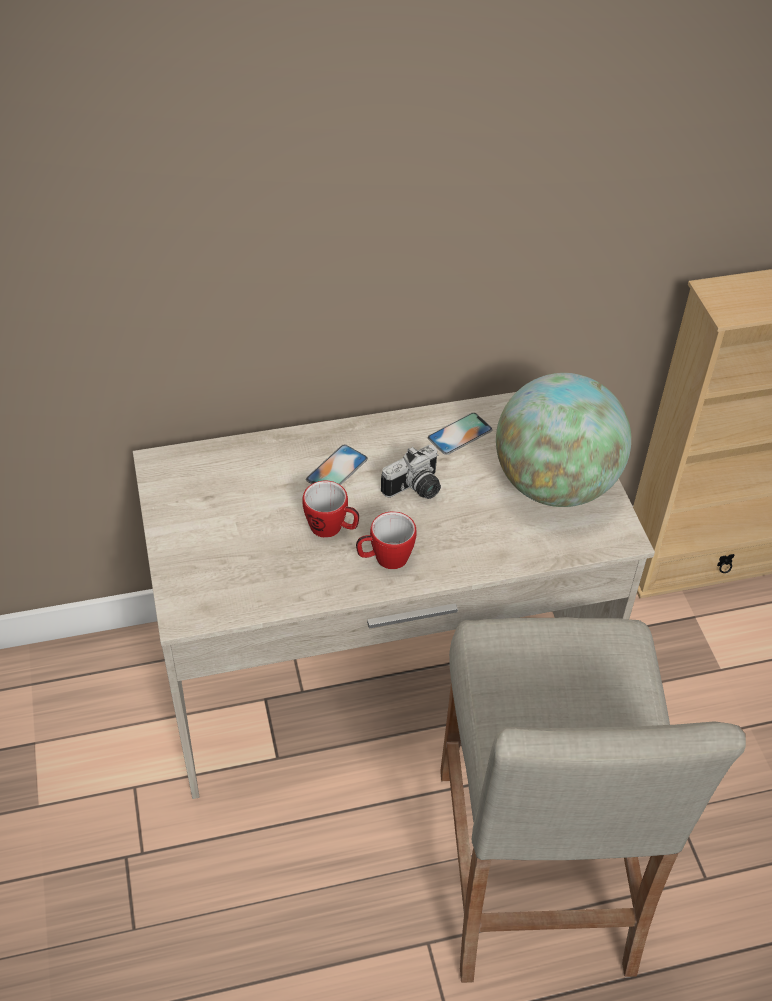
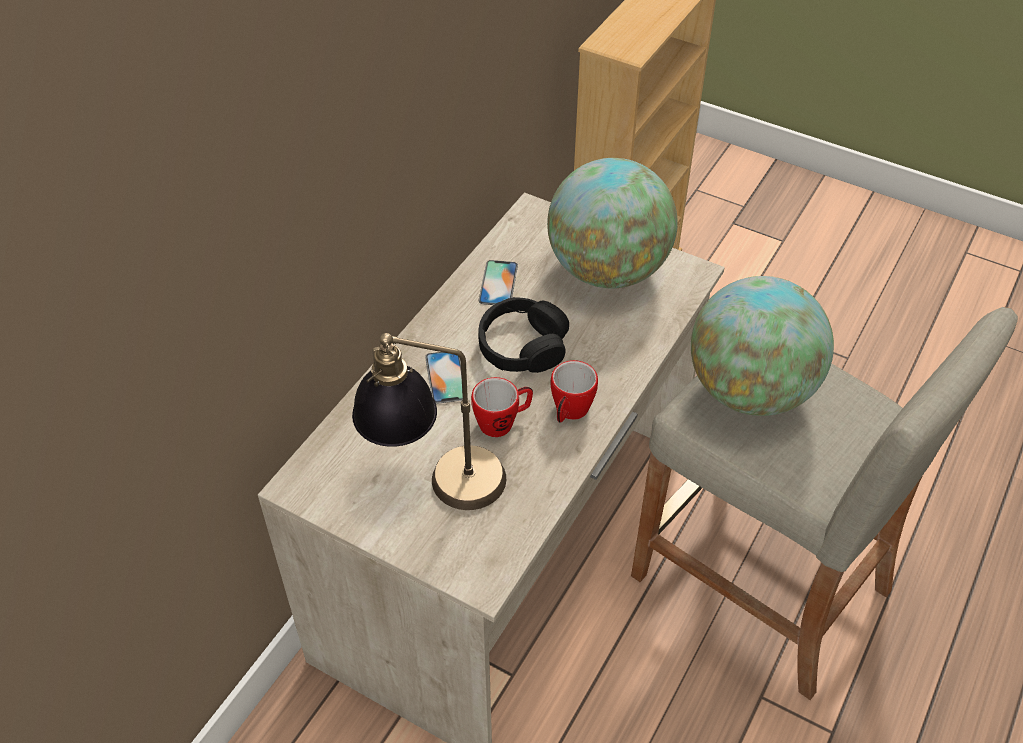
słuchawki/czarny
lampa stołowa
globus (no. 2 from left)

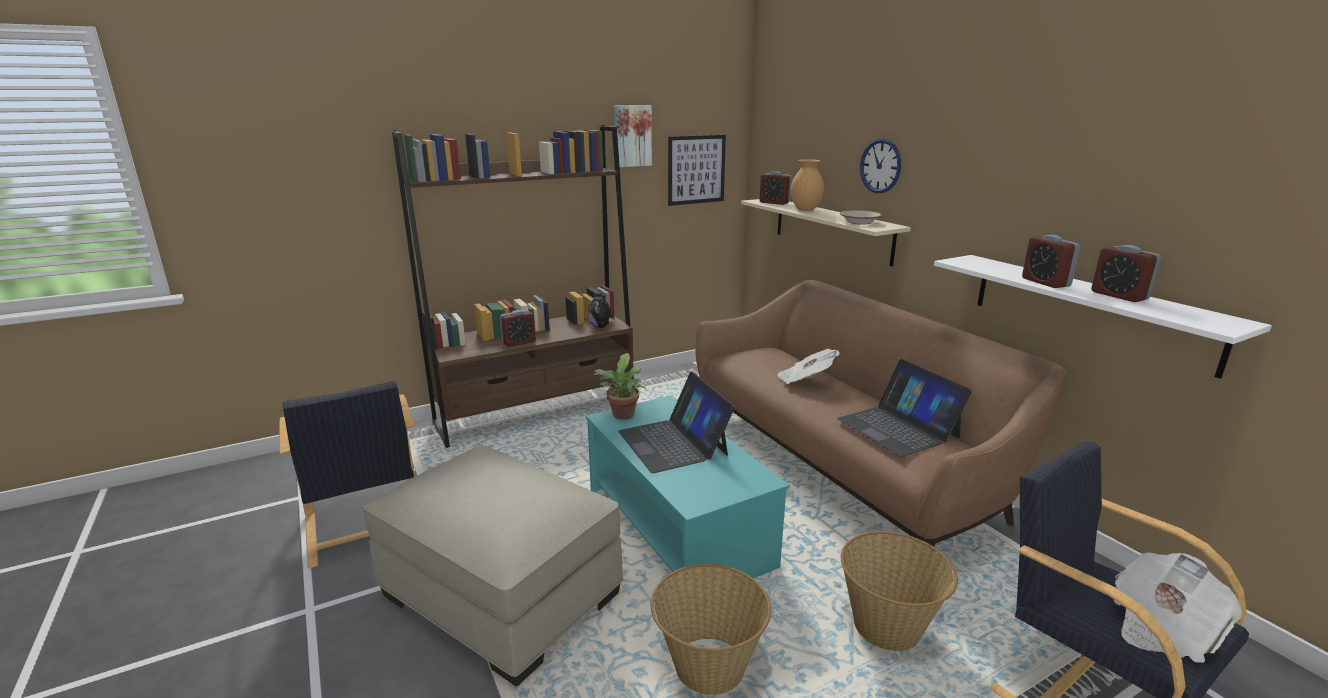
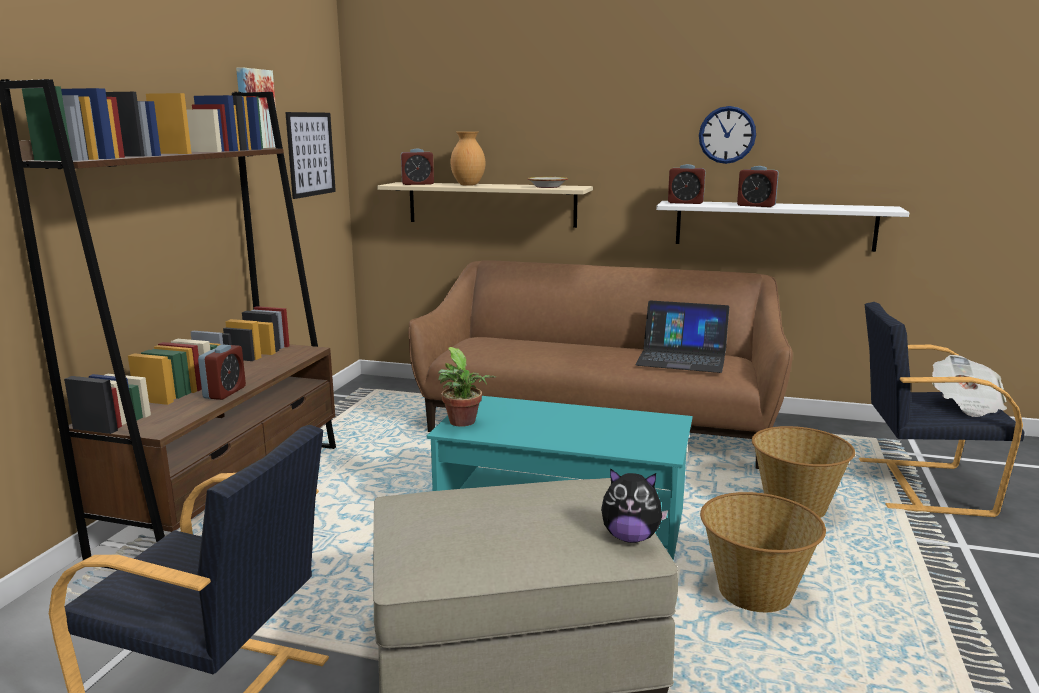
pluszak
laptop (no. 1 from left in the first image)
gazeta (no. 1 from left in the first image)
zegar ścienny
budzik (no. 3 from left)

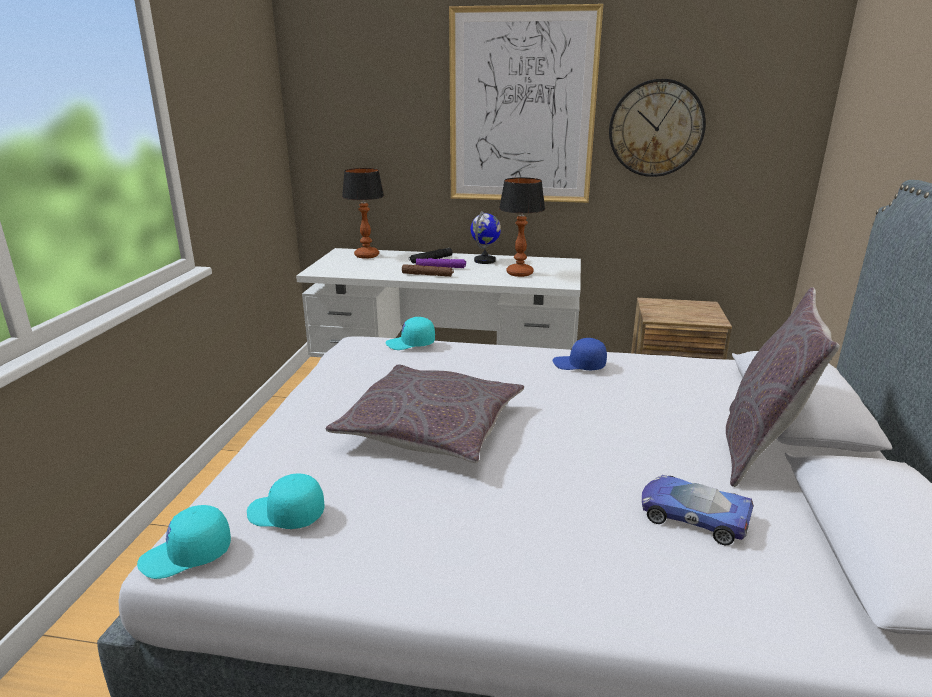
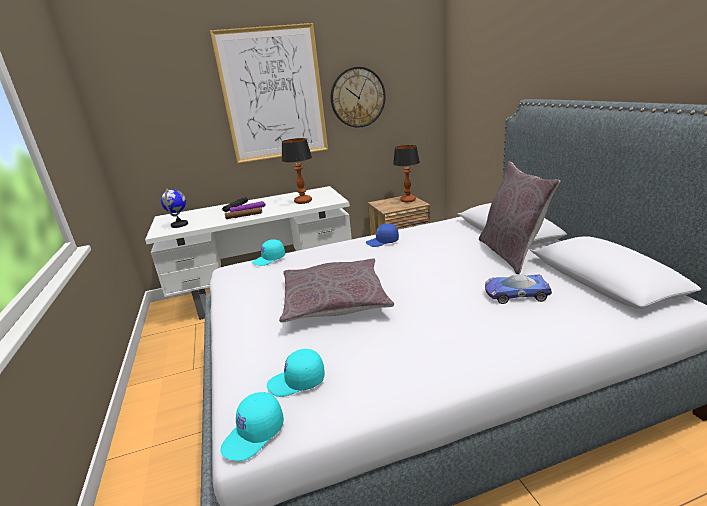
lampa stołowa (no. 2 from left)
globus

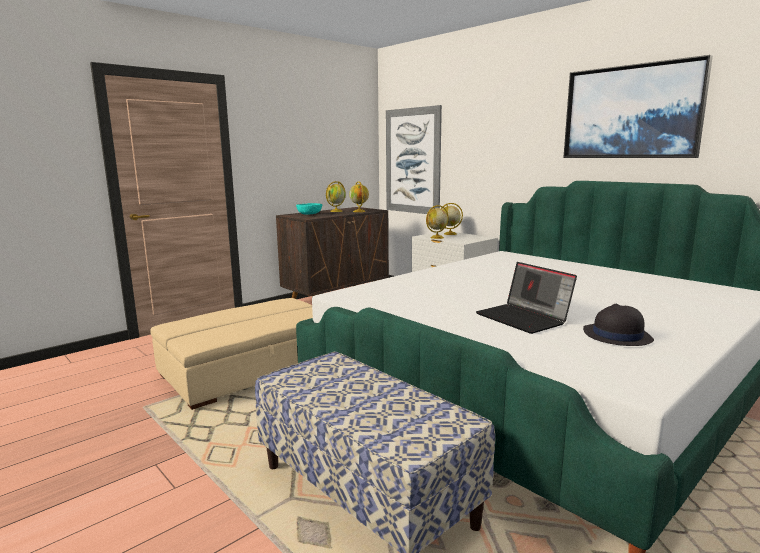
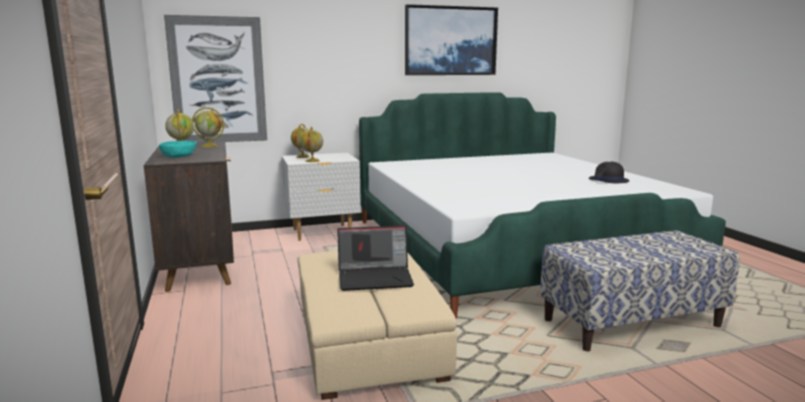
laptop

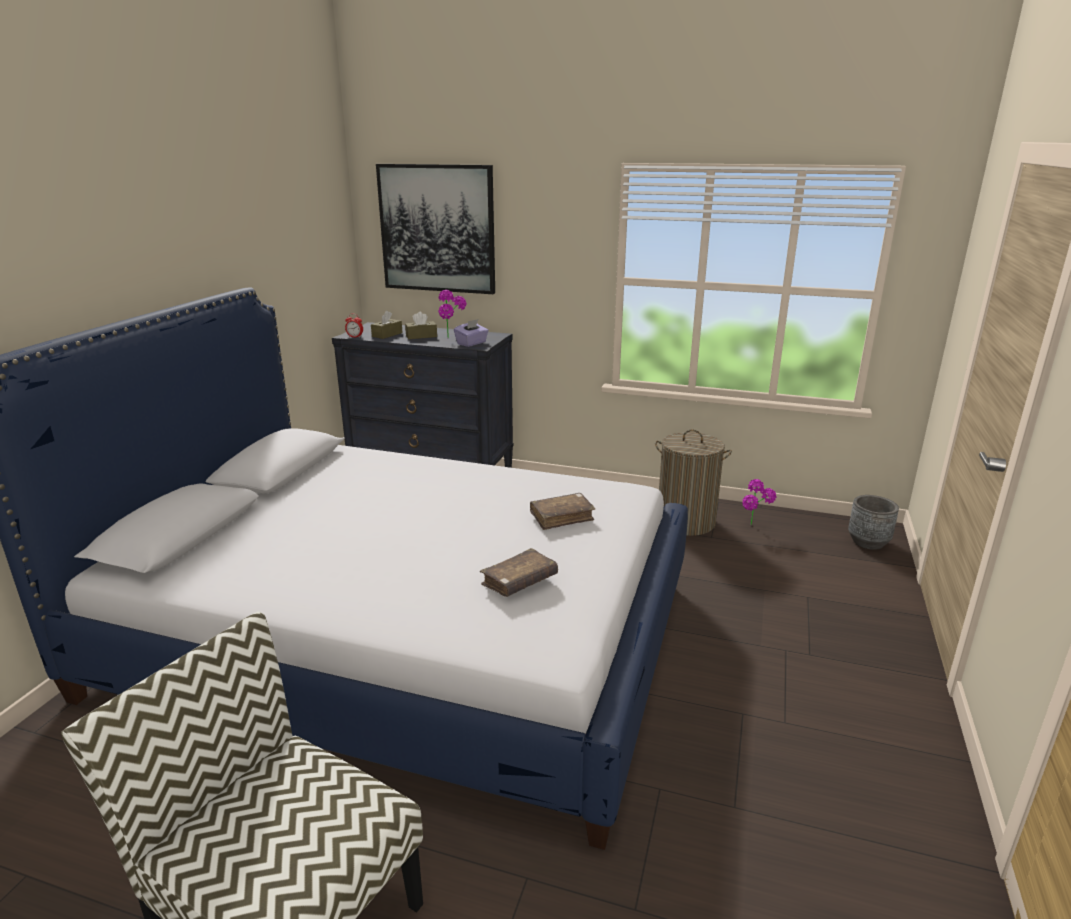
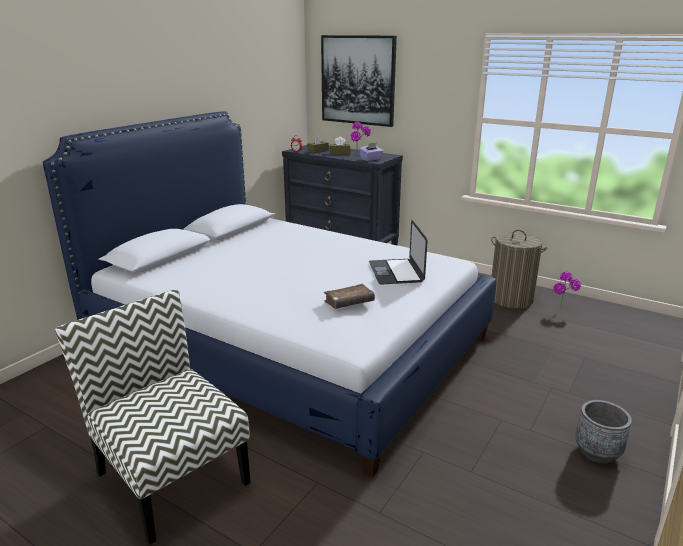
laptop
donica/szary

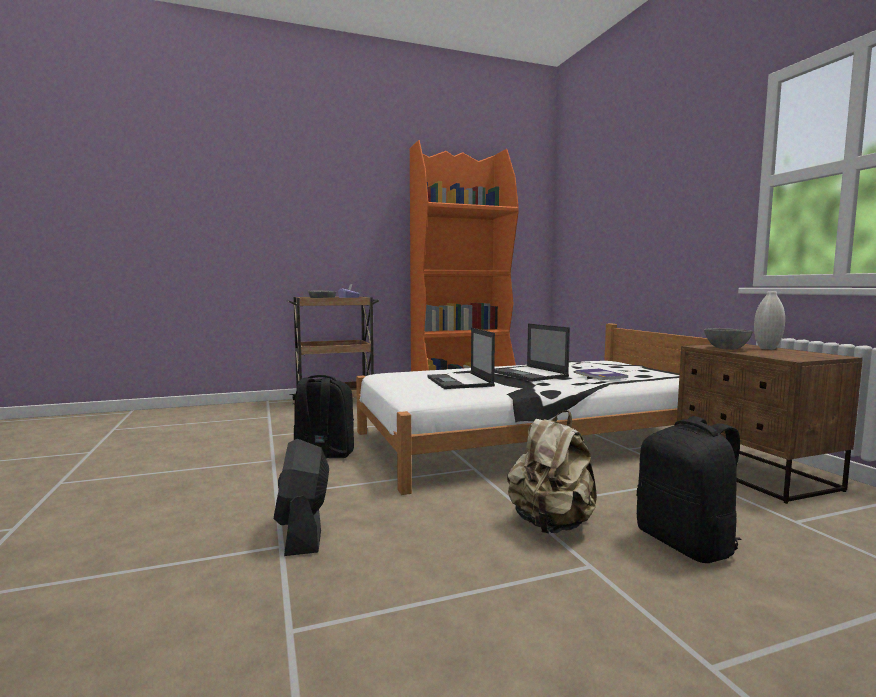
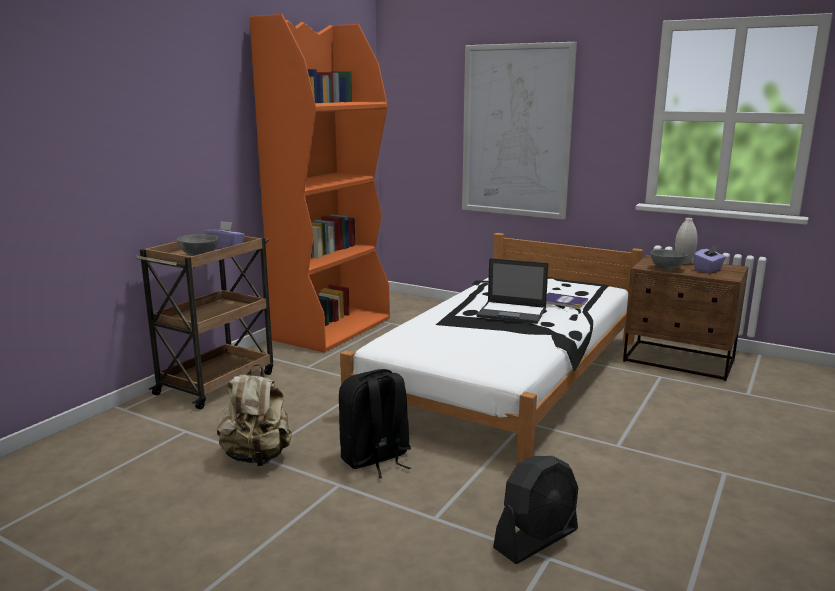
wentylator/czarny
laptop (no. 1 from left in the first image)
plecak/beżowy
plecak/czarny (no. 2 from left in the first image)
obraz
pudełko chusteczek/fioletowy (no. 2 from left)

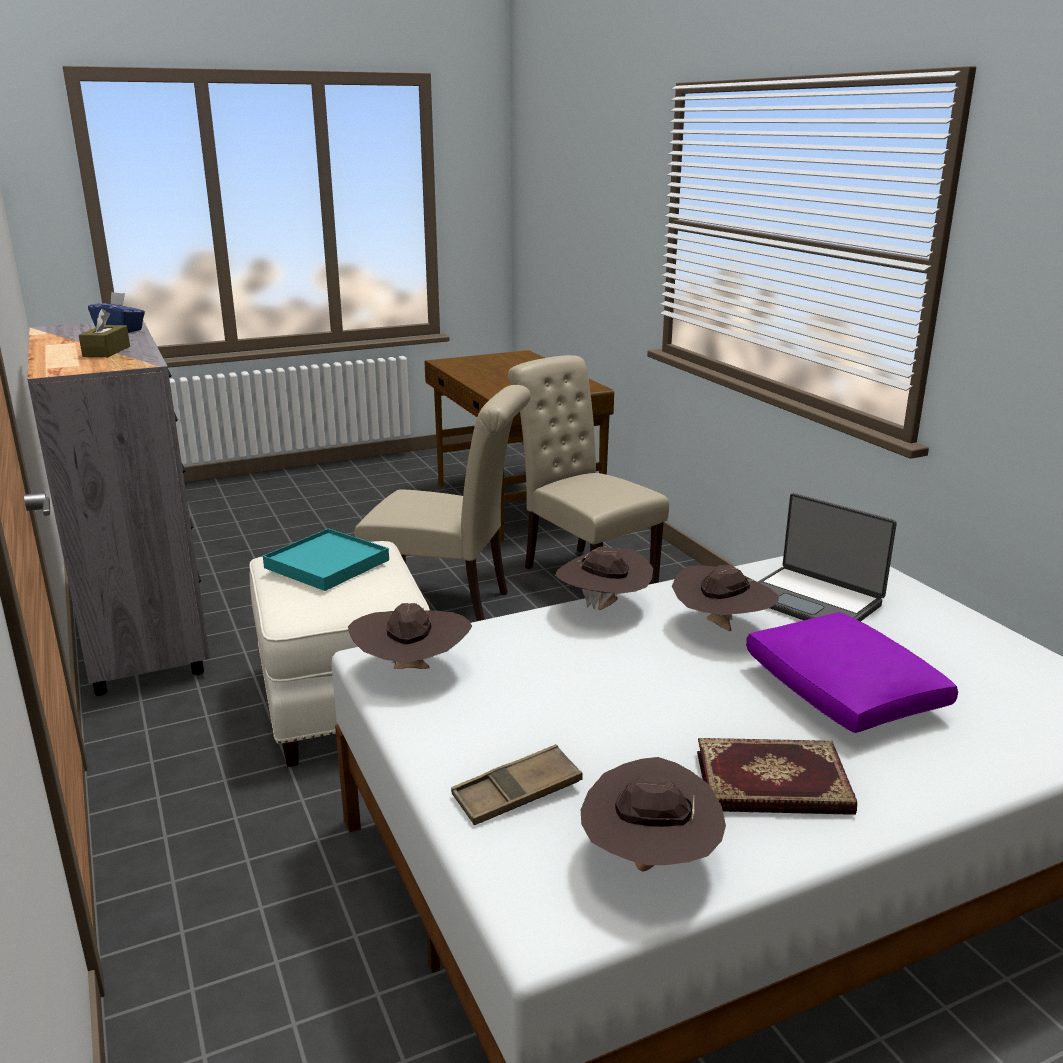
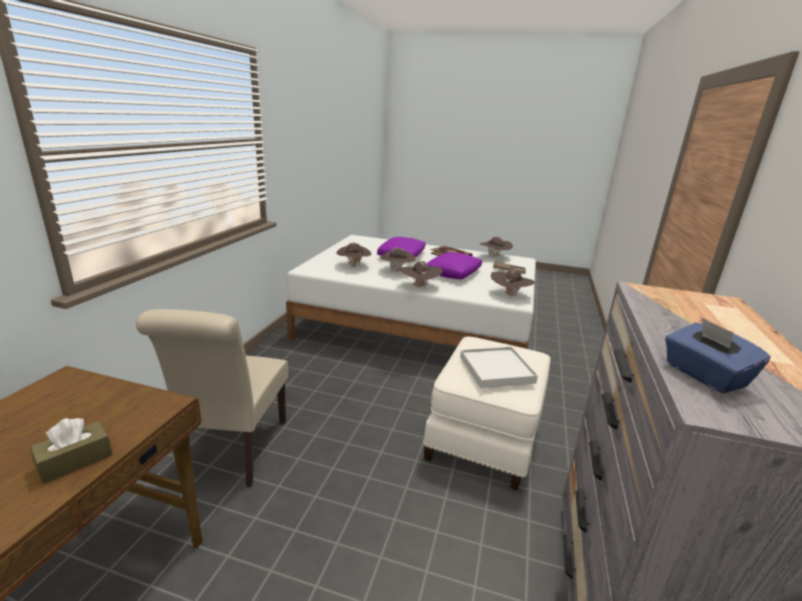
pudełko chusteczek/brązowy
taca/biały
krzesło/beżowy (no. 1 from left in the first image)
kapelusz/brązowy (no. 1 from left)
poduszka/fioletowy (no. 2 from left)

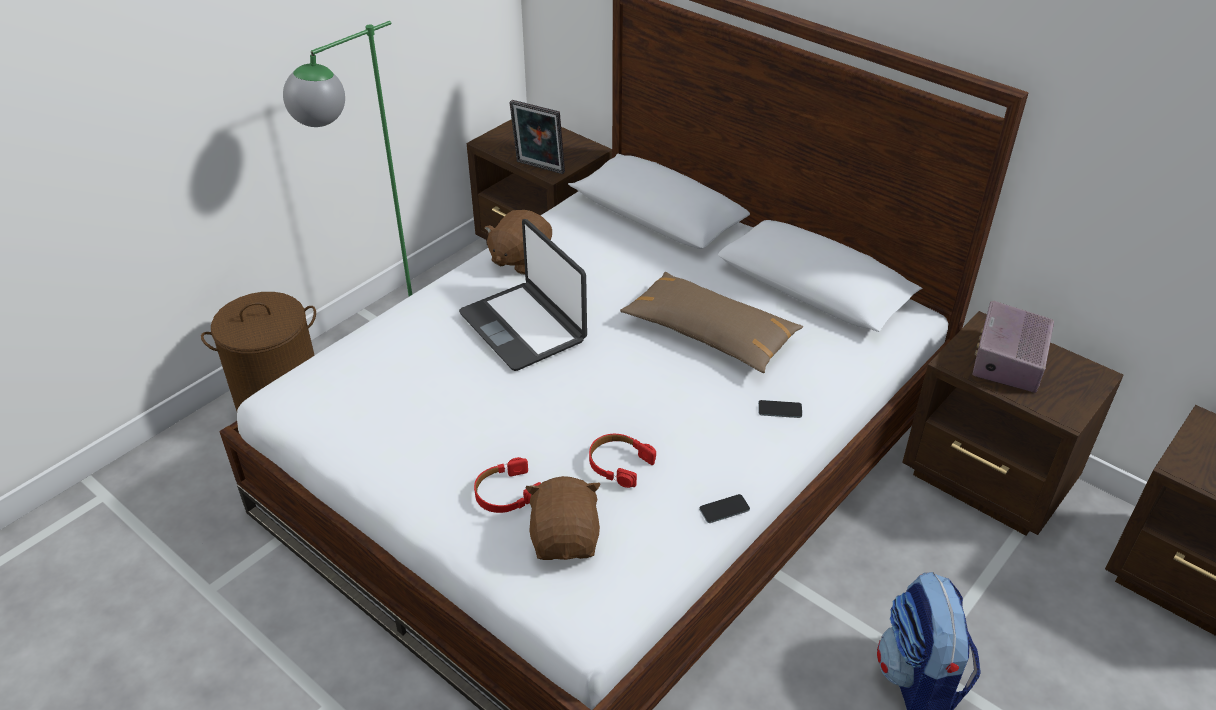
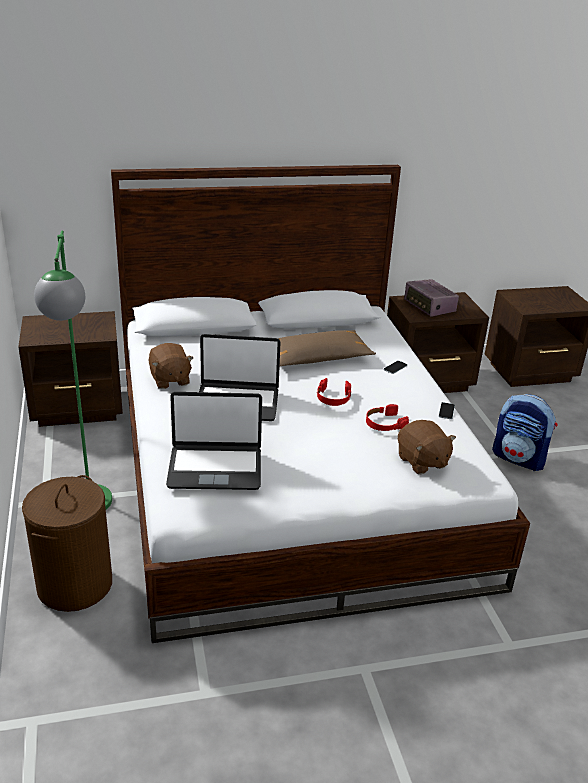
słuchawki/czerwony (no. 1 from left)
ramka na zdjęcie
pluszak/brązowy (no. 2 from left)
laptop (no. 1 from left)

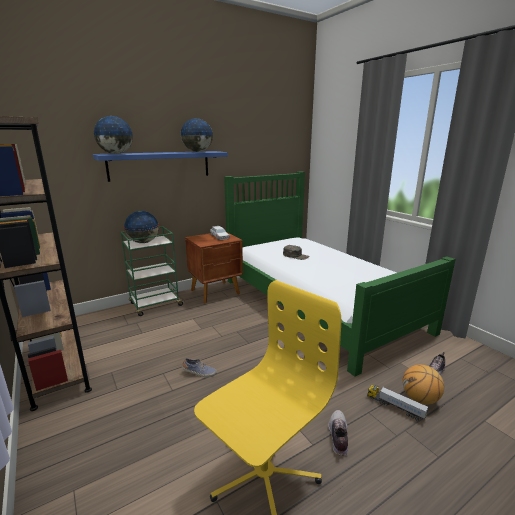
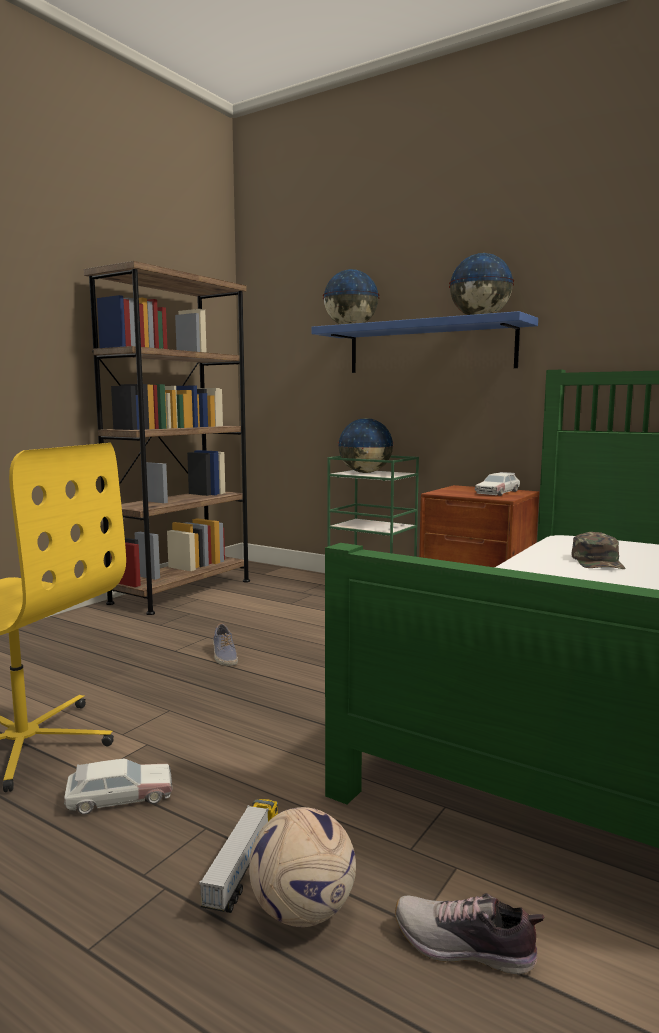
samochodzik (no. 1 from left)
piłka futbolowa

